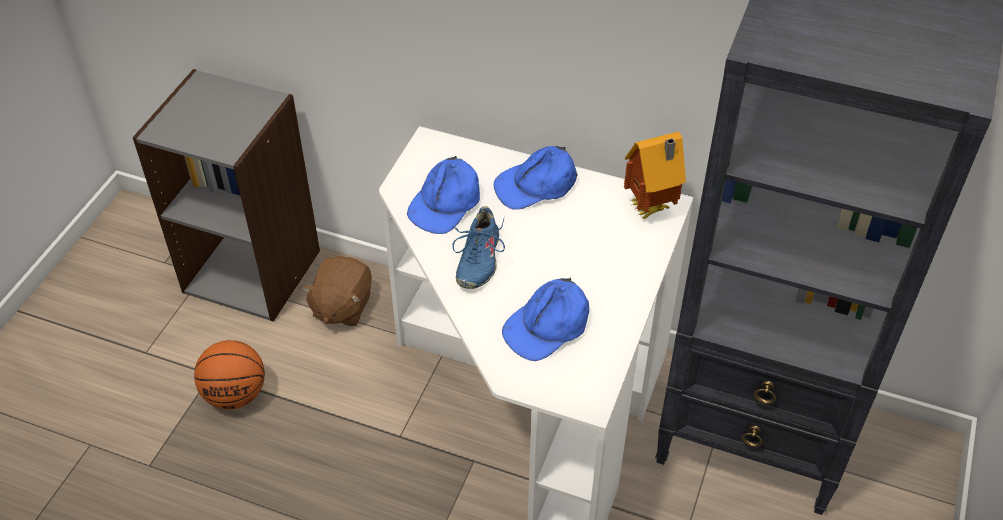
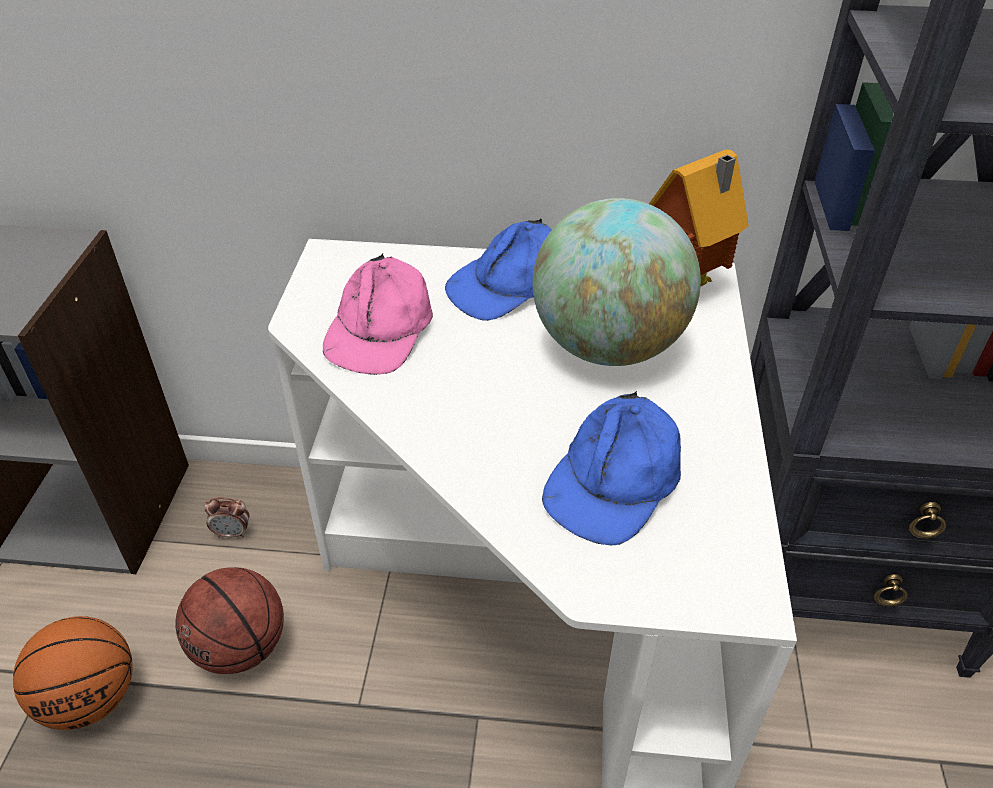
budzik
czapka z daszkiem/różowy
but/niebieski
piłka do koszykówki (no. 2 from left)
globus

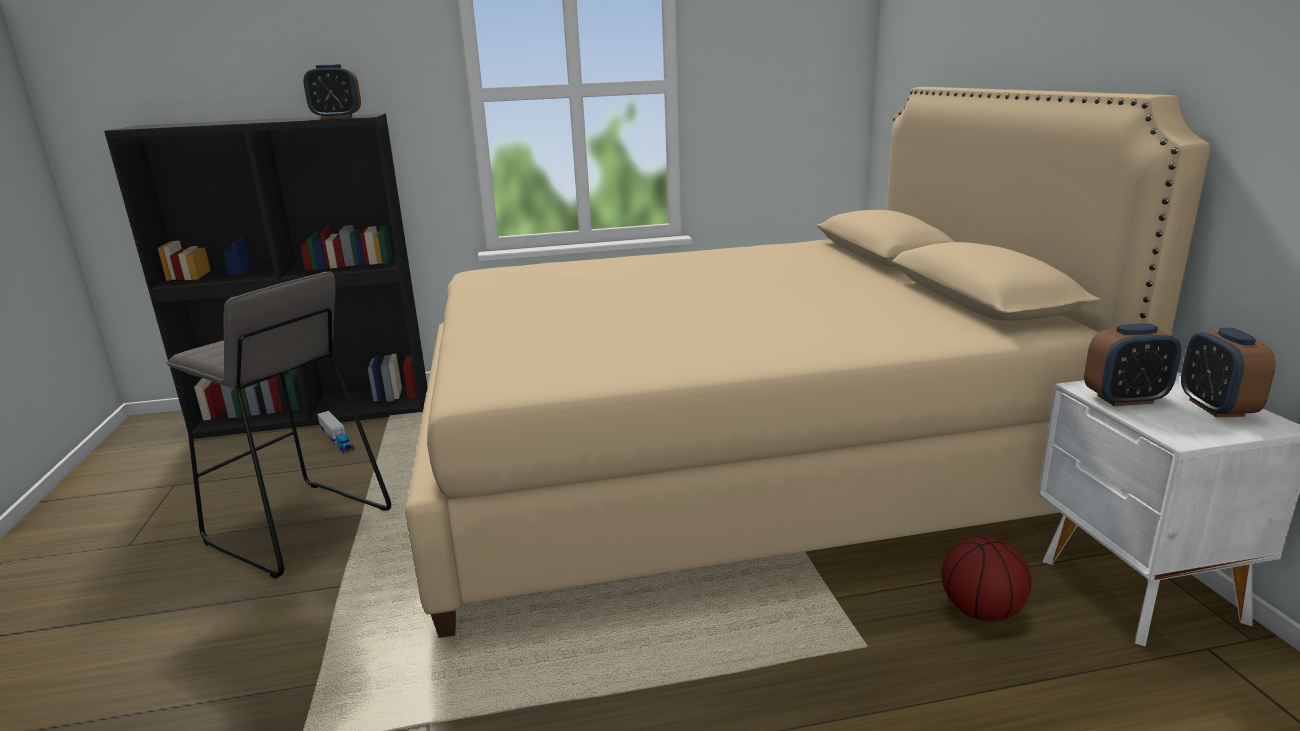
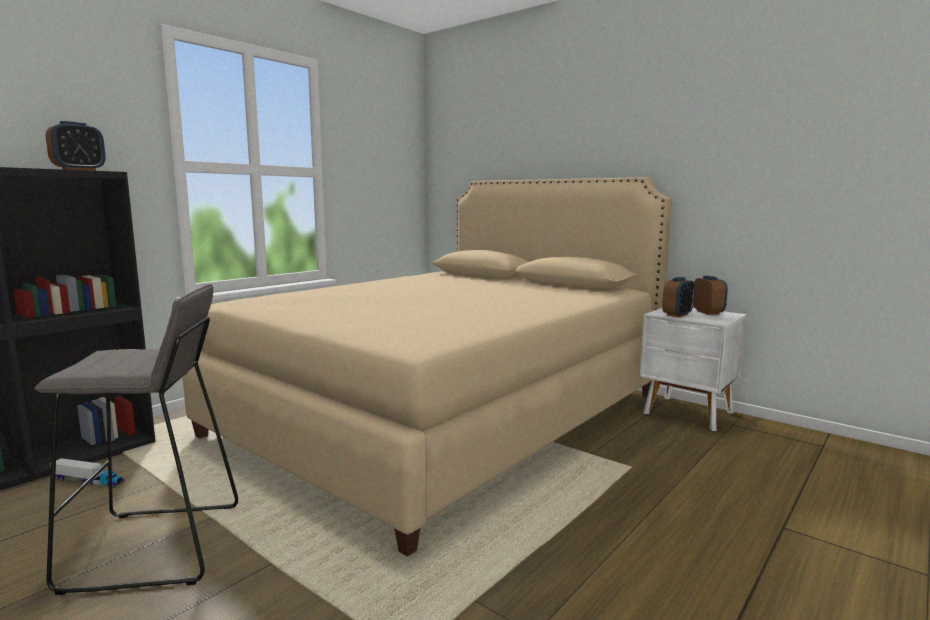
piłka do koszykówki
budzik (no. 3 from left)

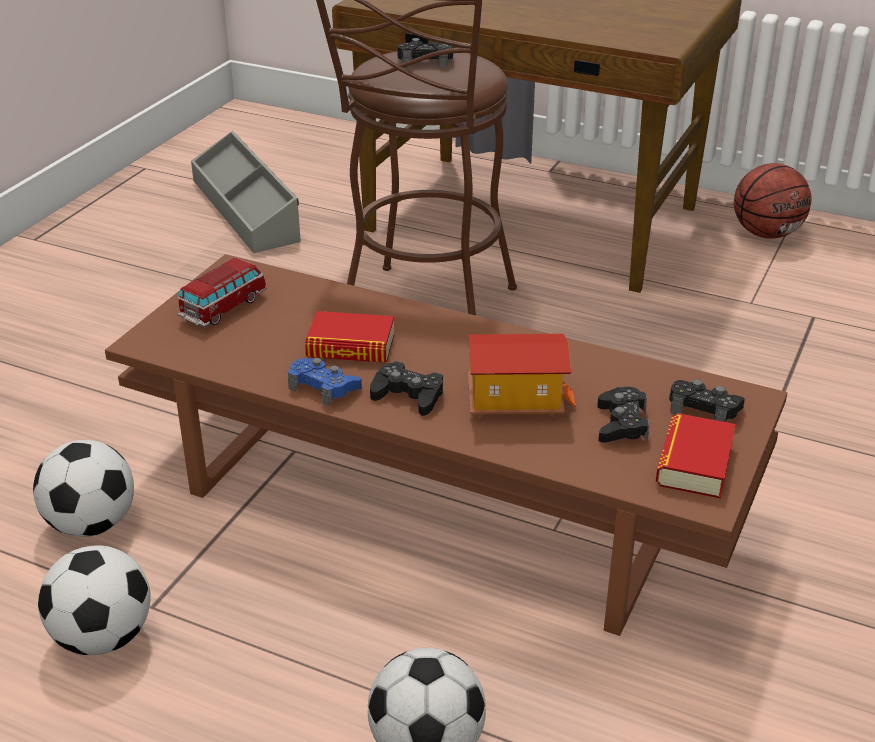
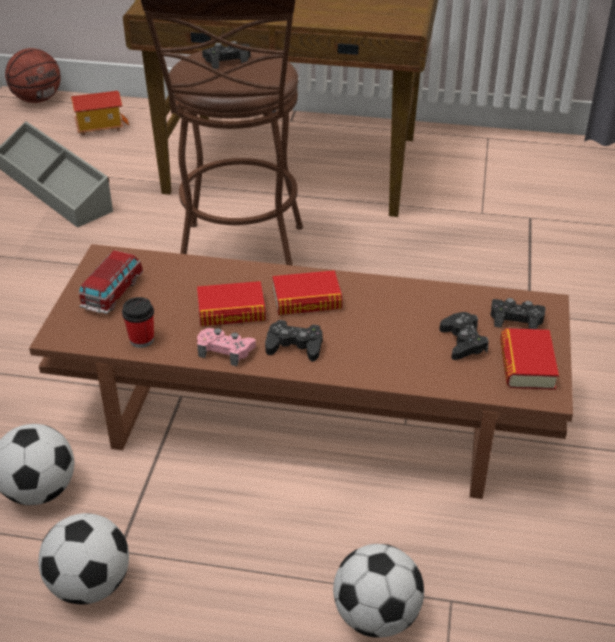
pad do gier/różowy
domek
piłka do koszykówki
filiżanka
książka (no. 2 from left)

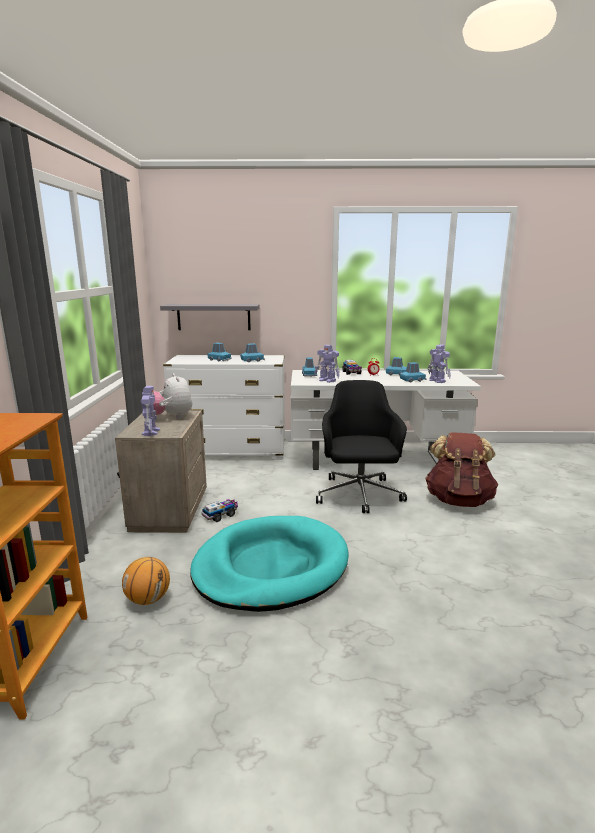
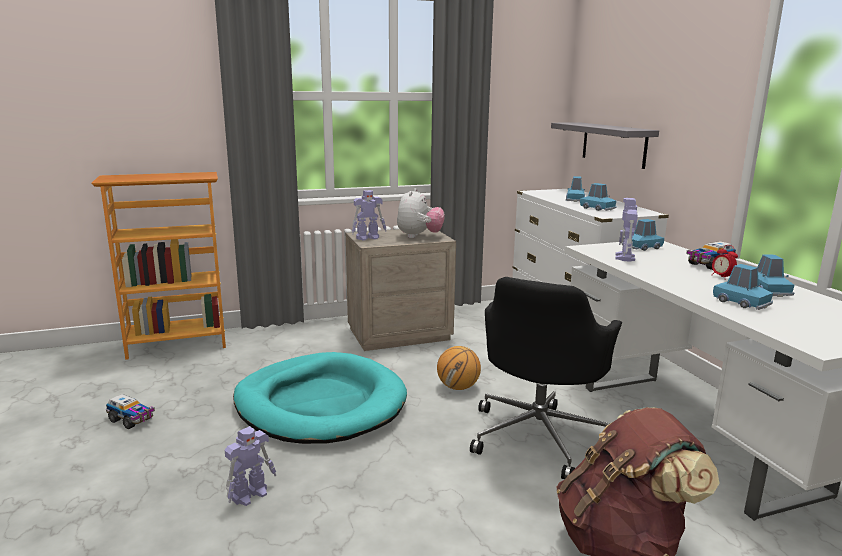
piłka do koszykówki
pluszak
ciężarówka zabawkowa (no. 1 from left)
krzesło biurowe/czarny
robot zabawkowy (no. 1 from left)

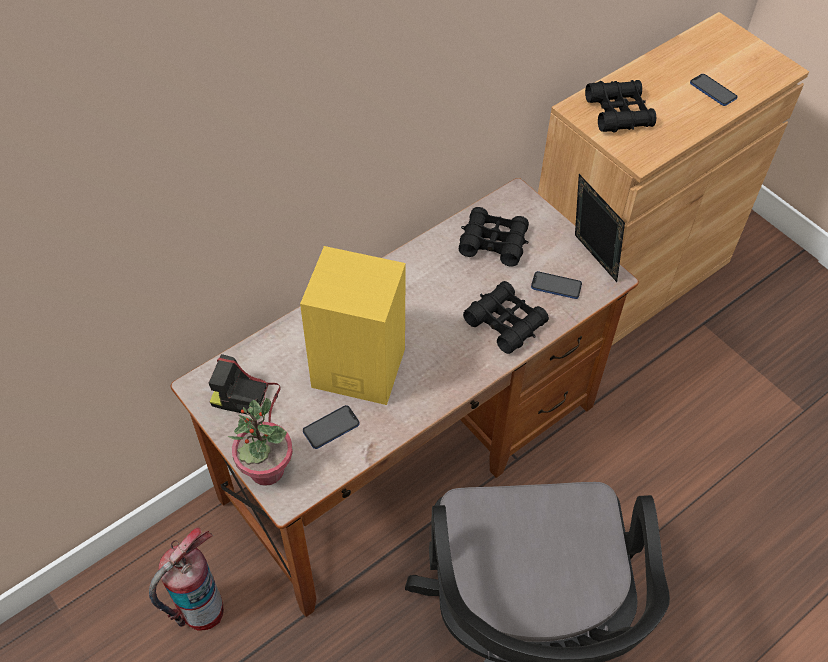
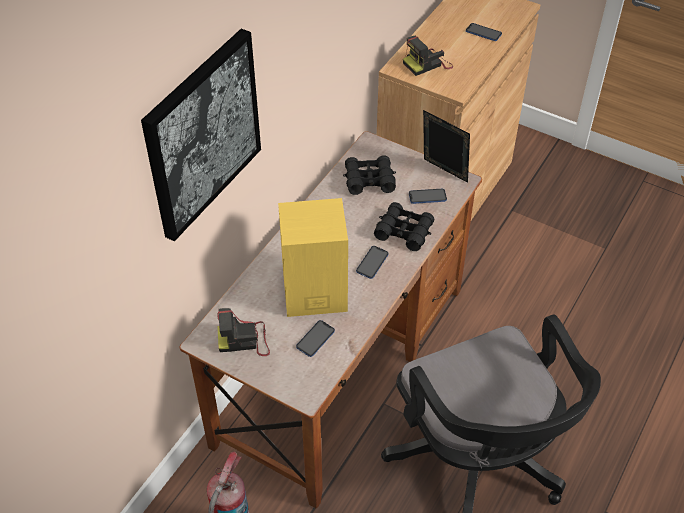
roślina doniczkowa
aparat fotograficzny (no. 2 from left)
obraz
telefon (no. 2 from left)

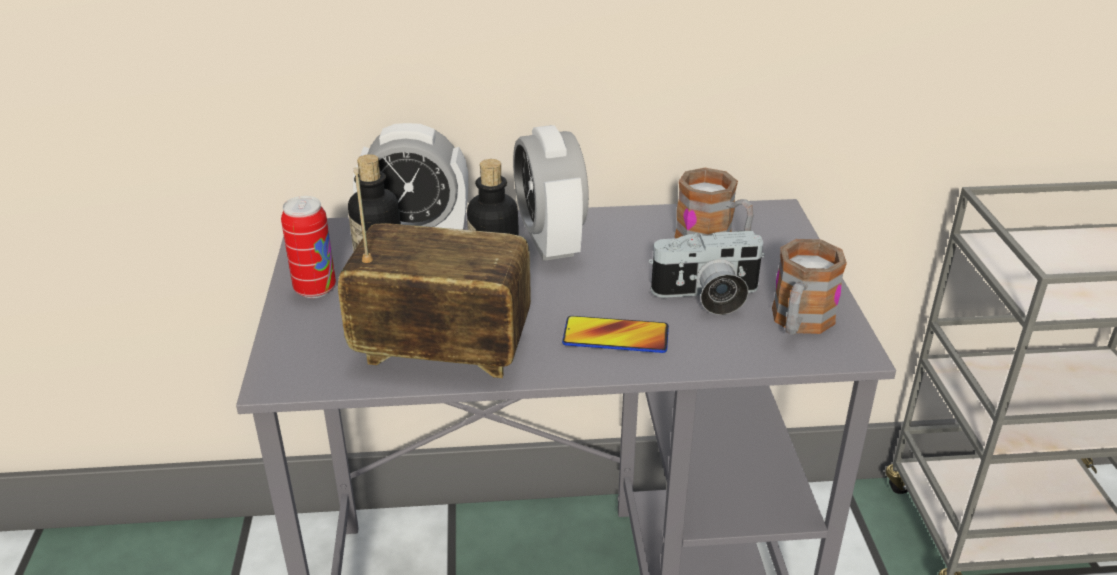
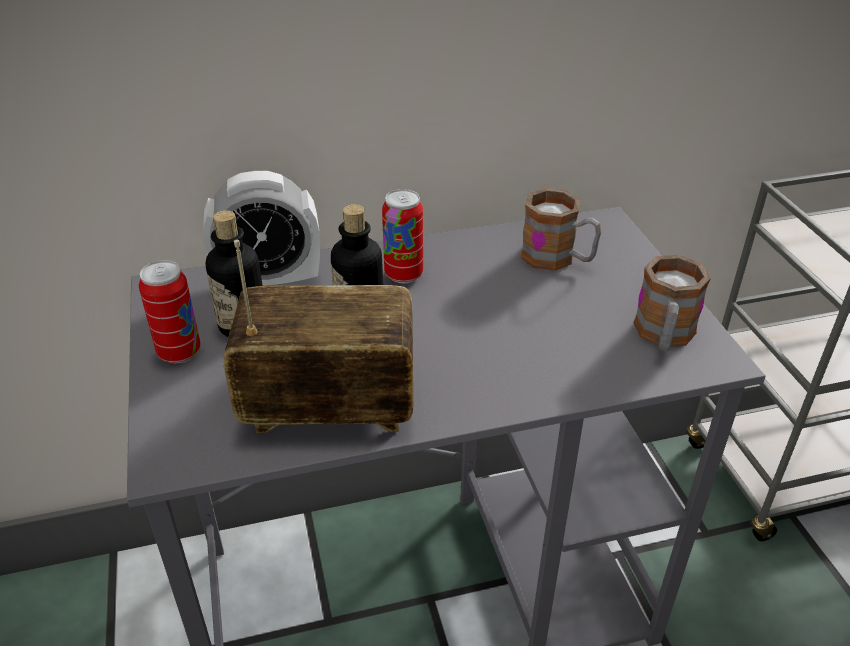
puszka (no. 2 from left)
telefon
aparat fotograficzny

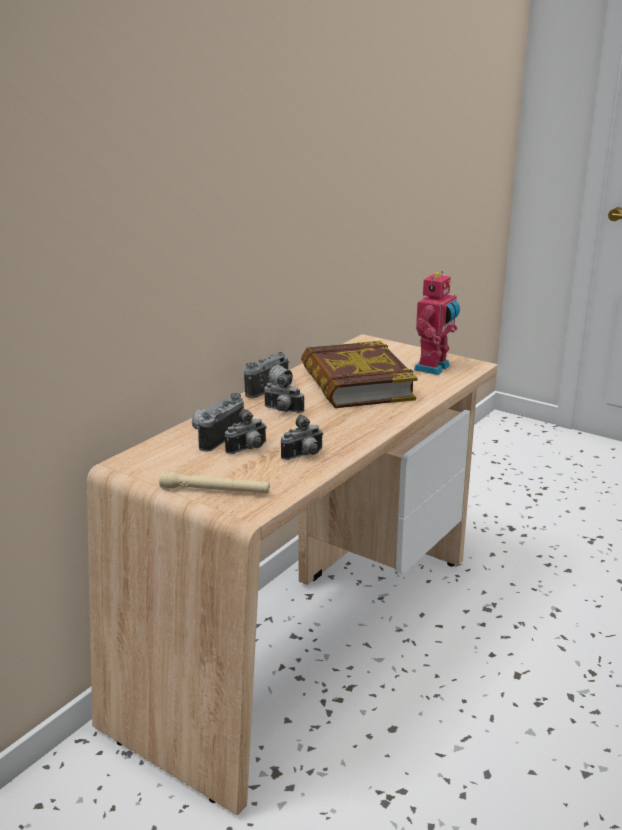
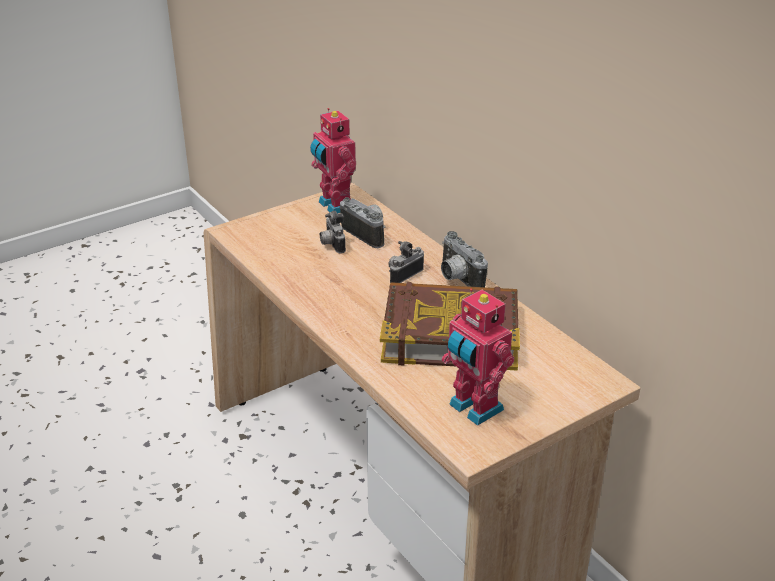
latarka/beżowy
aparat fotograficzny (no. 5 from left in the first image)
robot zabawkowy (no. 1 from left)

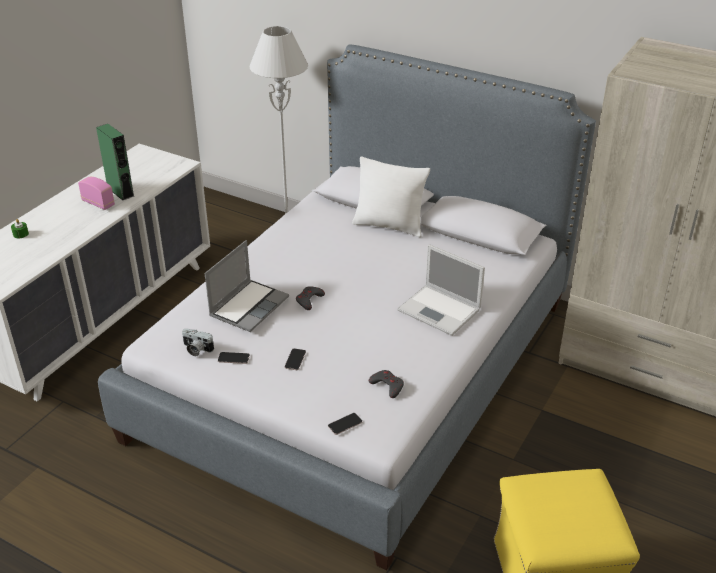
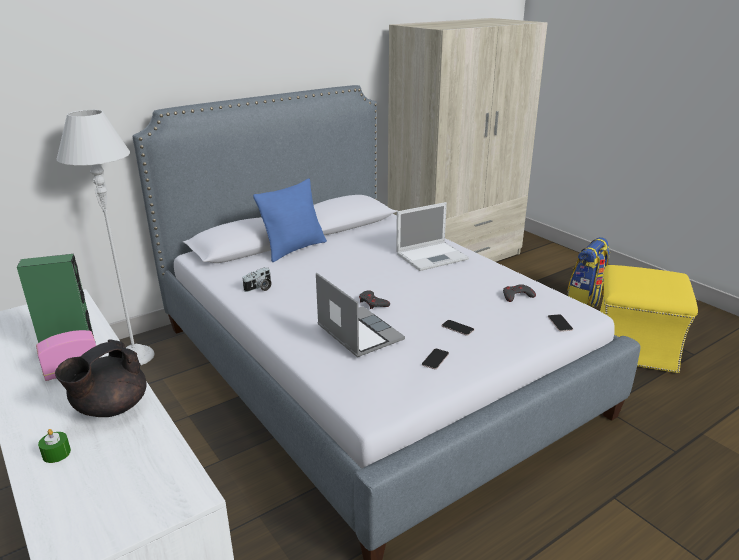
aparat fotograficzny
poduszka/niebieski
imbryk/czarny
plecak

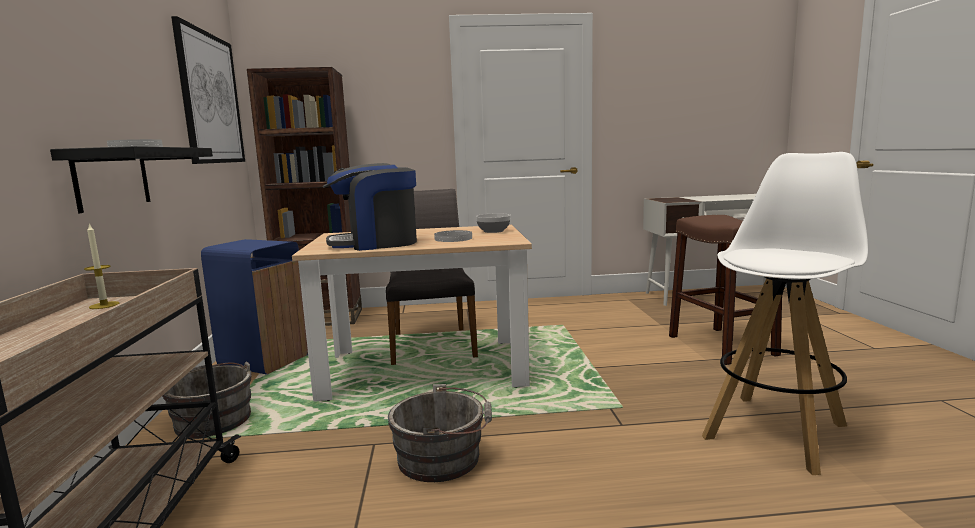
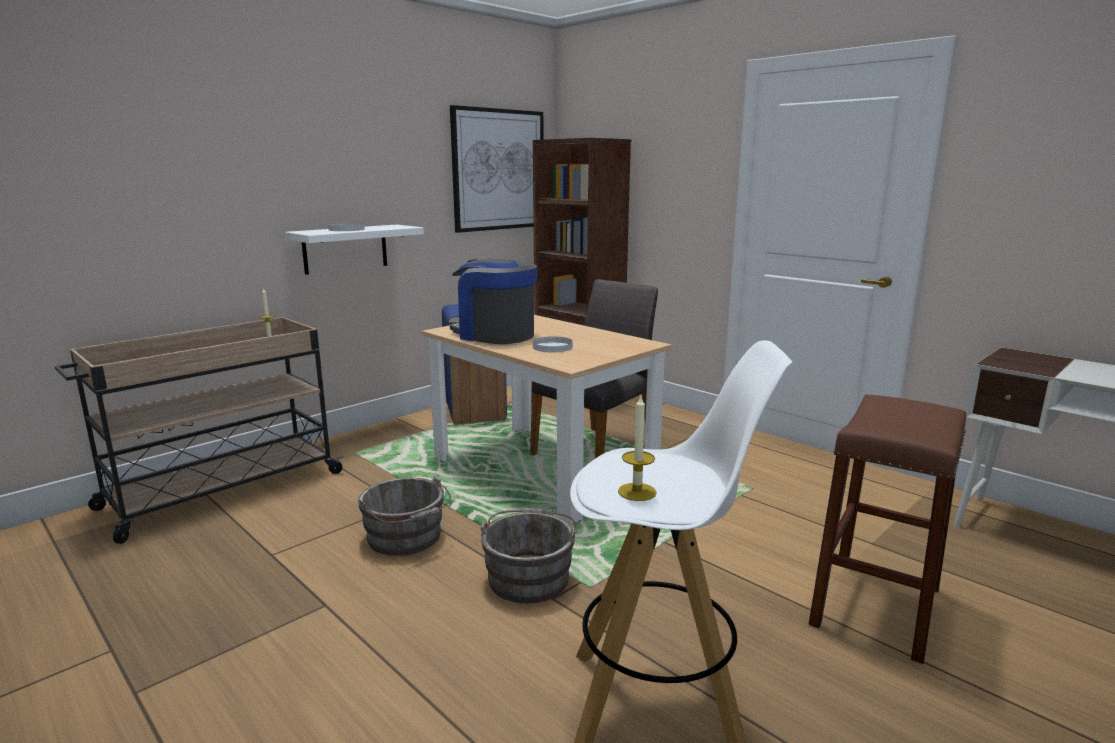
półka/biały
wiadro/szary (no. 2 from left)
miska
świeca (no. 2 from left)

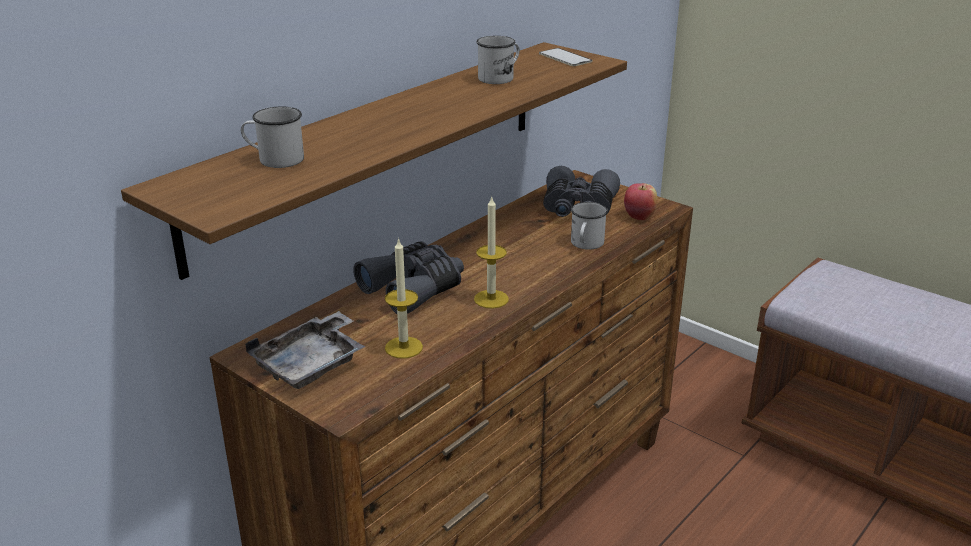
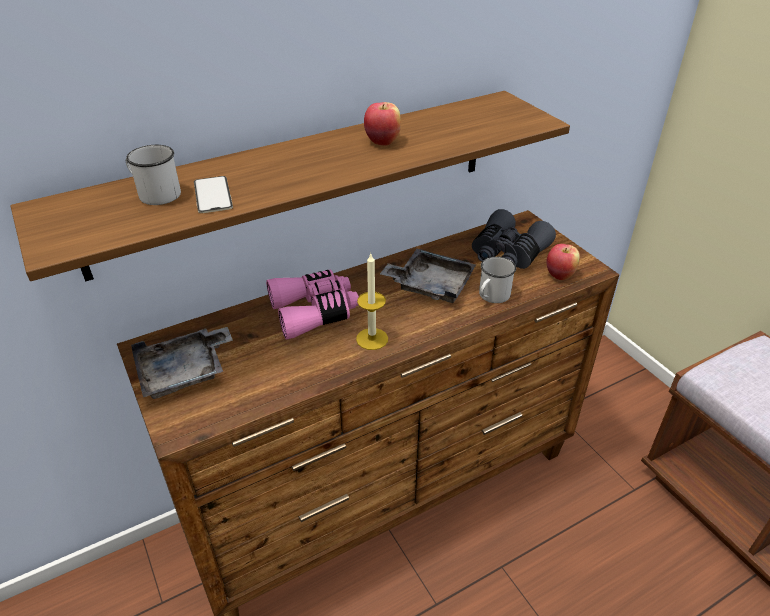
lornetka/różowy
świeca (no. 1 from left in the first image)
kubek/biały (no. 2 from left in the first image)
telefon
jabłko (no. 1 from left)
taca/szary (no. 2 from left)

